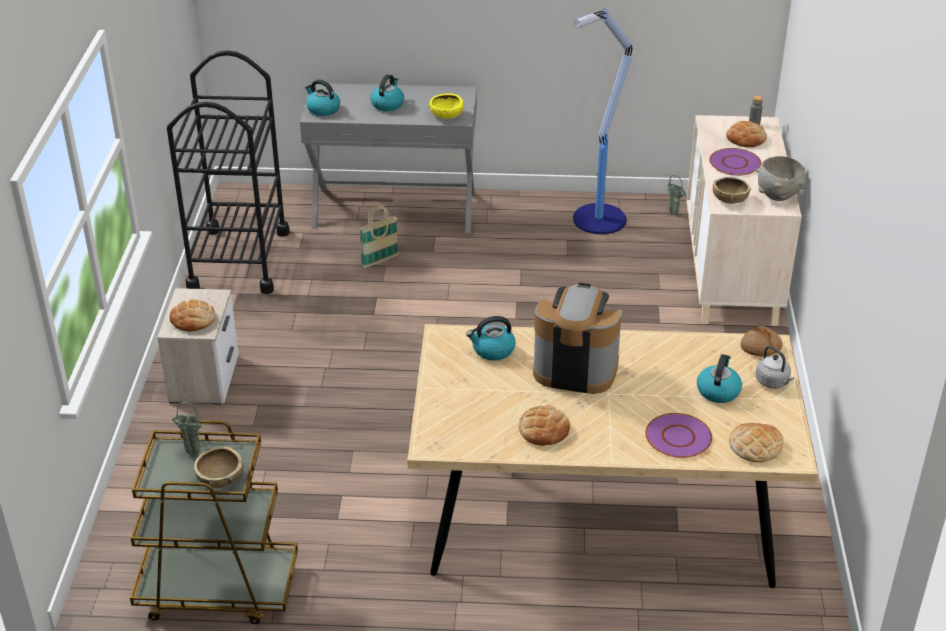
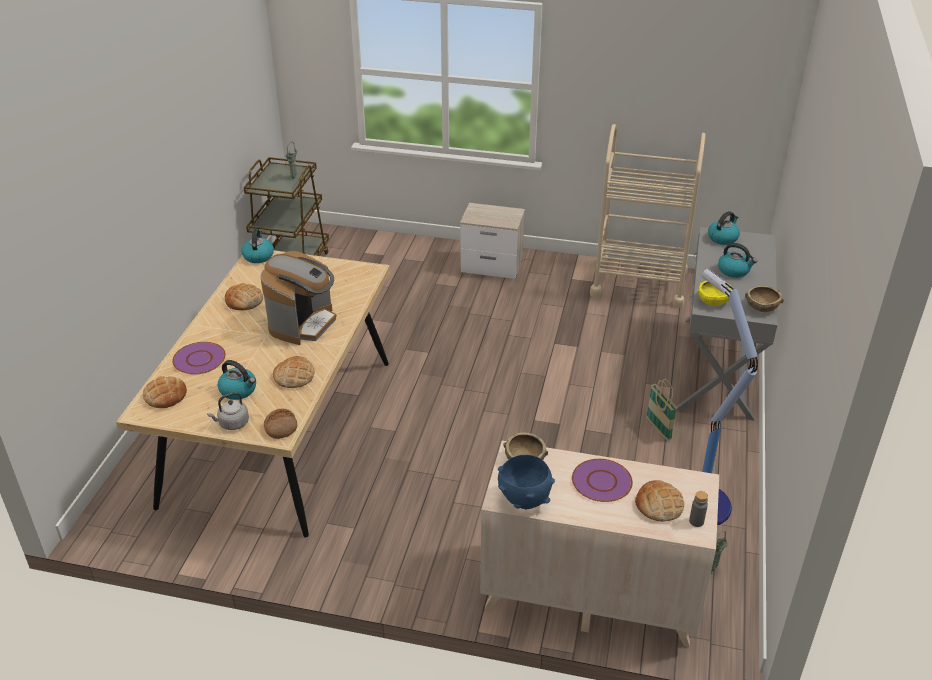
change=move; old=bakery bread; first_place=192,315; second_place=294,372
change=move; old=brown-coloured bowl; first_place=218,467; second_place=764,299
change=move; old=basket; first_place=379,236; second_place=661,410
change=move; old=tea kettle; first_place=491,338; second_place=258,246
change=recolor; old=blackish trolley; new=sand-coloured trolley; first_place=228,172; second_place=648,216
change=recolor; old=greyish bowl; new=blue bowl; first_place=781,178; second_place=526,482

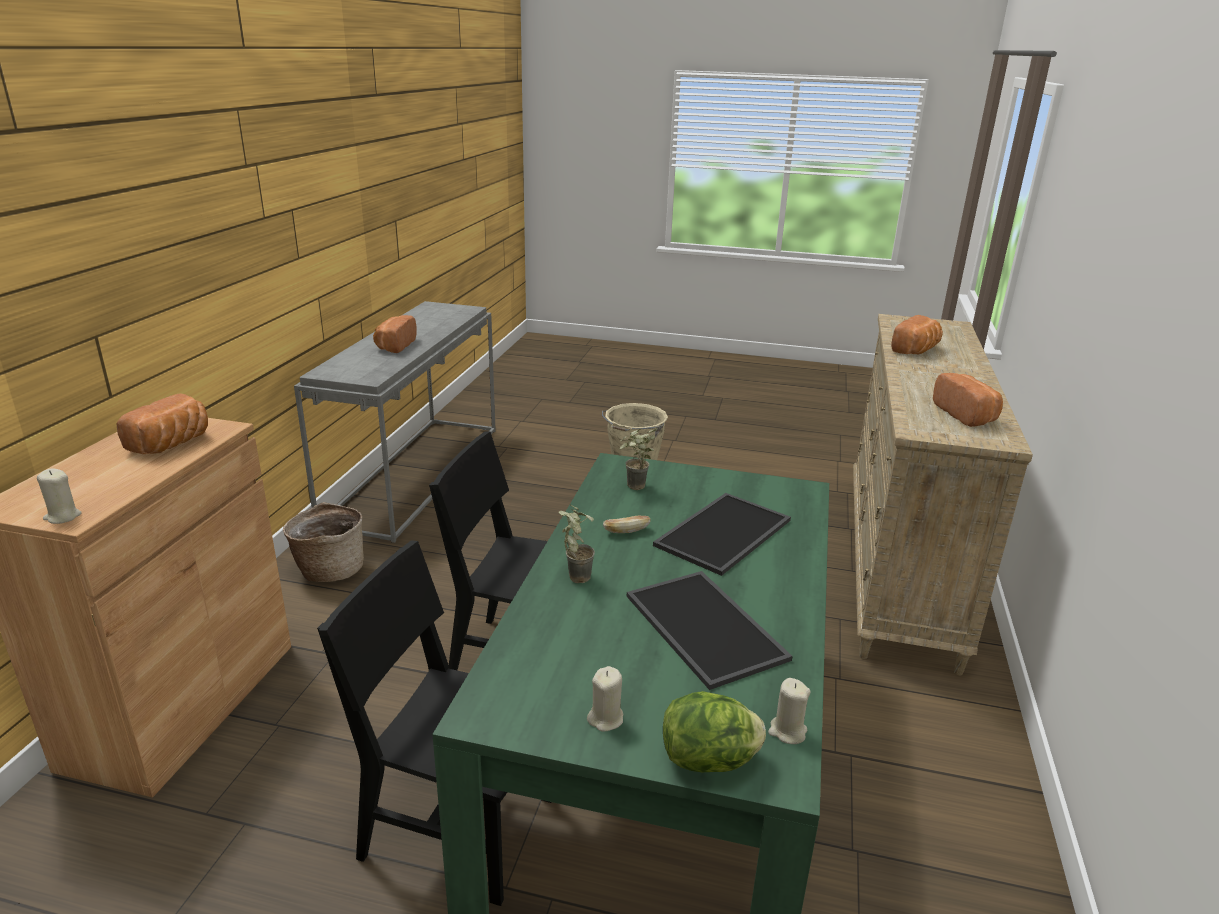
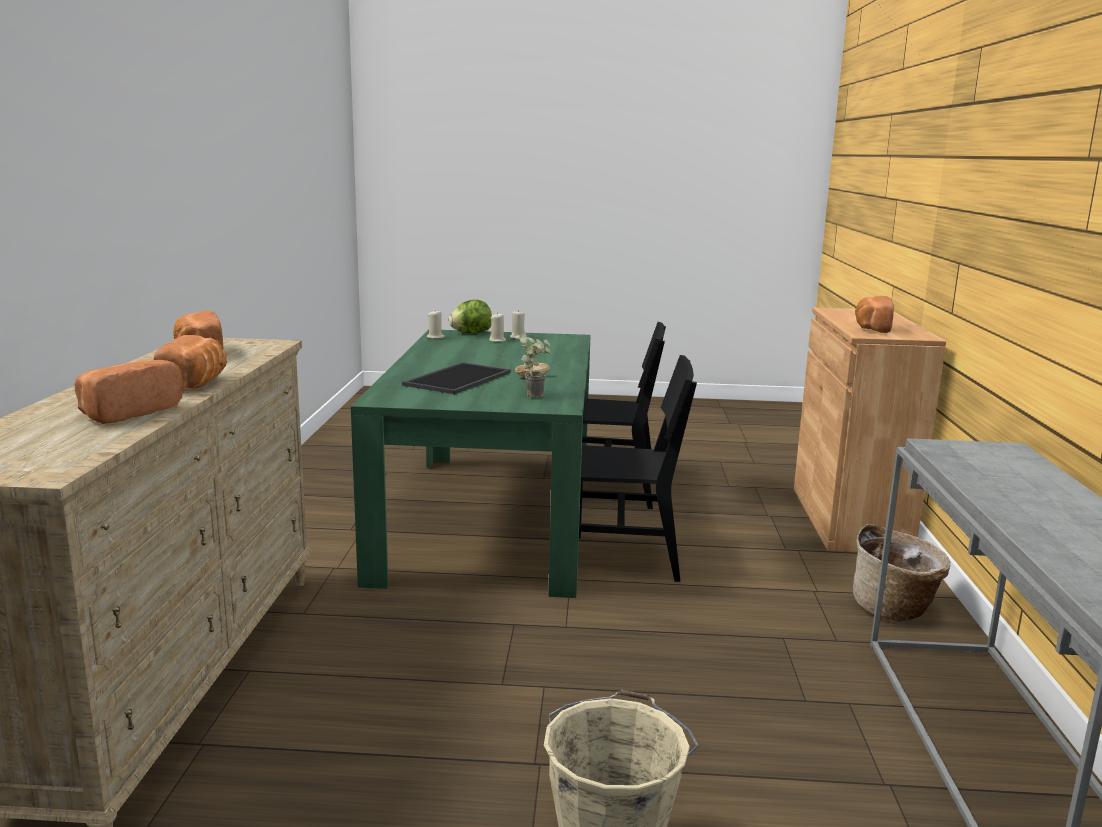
change=delete; old=plant in a pot; first_place=576,543
change=delete; old=carrying tray; first_place=709,630
change=move; old=sand-coloured wax light; first_place=59,496; second_place=497,327
change=move; old=bakery bread; first_place=395,334; second_place=190,363

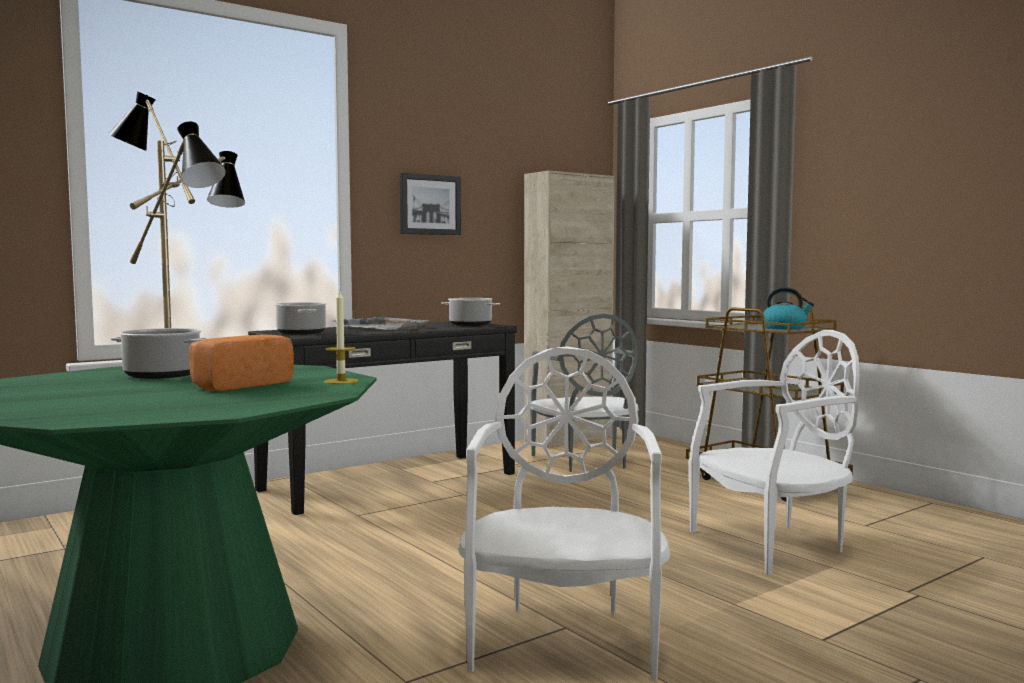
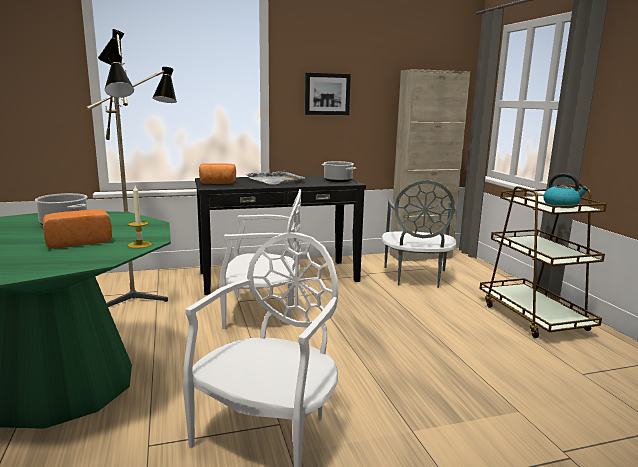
change=move; old=whitish upright chair; first_place=774,452; second_place=260,259
change=replace; old=saucepot; new=bakery bread; first_place=300,318; second_place=217,173

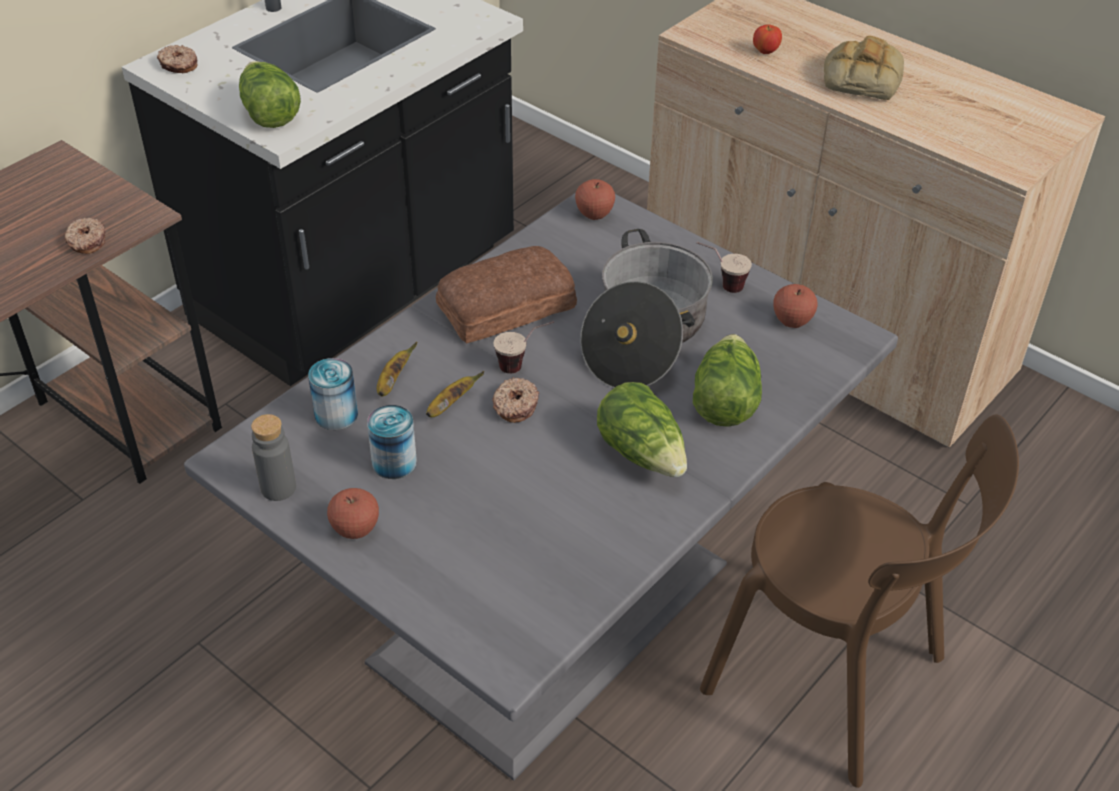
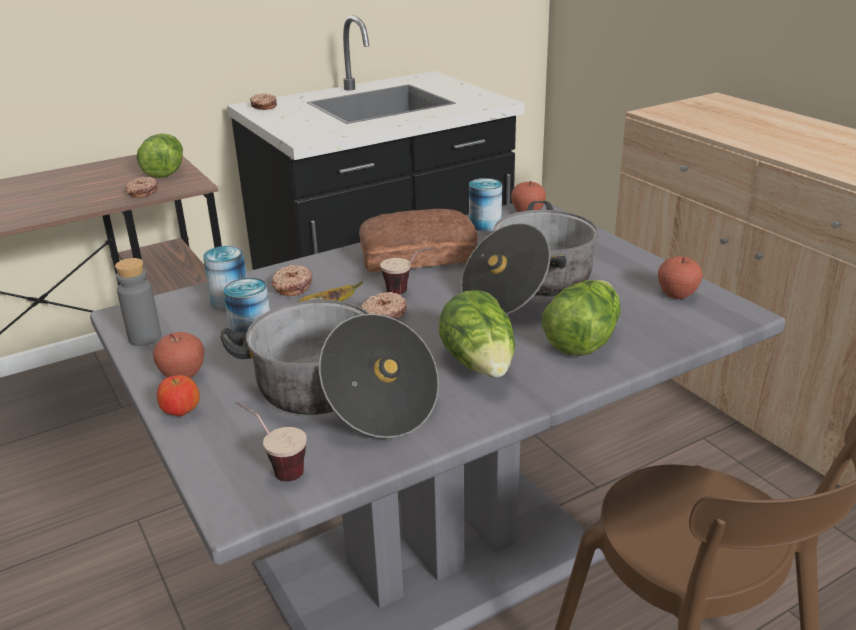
change=delete; old=bakery bread; first_place=864,68
change=insert; new=saucepot; second_place=329,369
change=insert; new=sealed can; second_place=485,204
change=move; old=lettuce head; first_place=270,94; second_place=160,155
change=move; old=cup; first_place=724,267; second_place=271,441
change=move; old=apple fruit; first_place=767,39; second_place=178,395
change=replace; old=banana fruit; new=donut; first_place=397,368; second_place=292,280

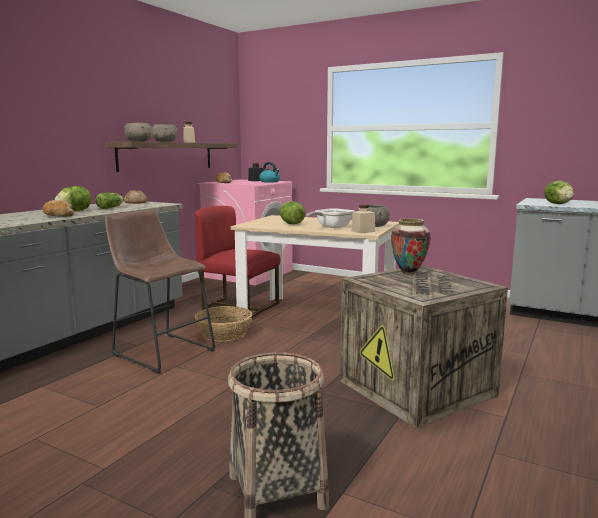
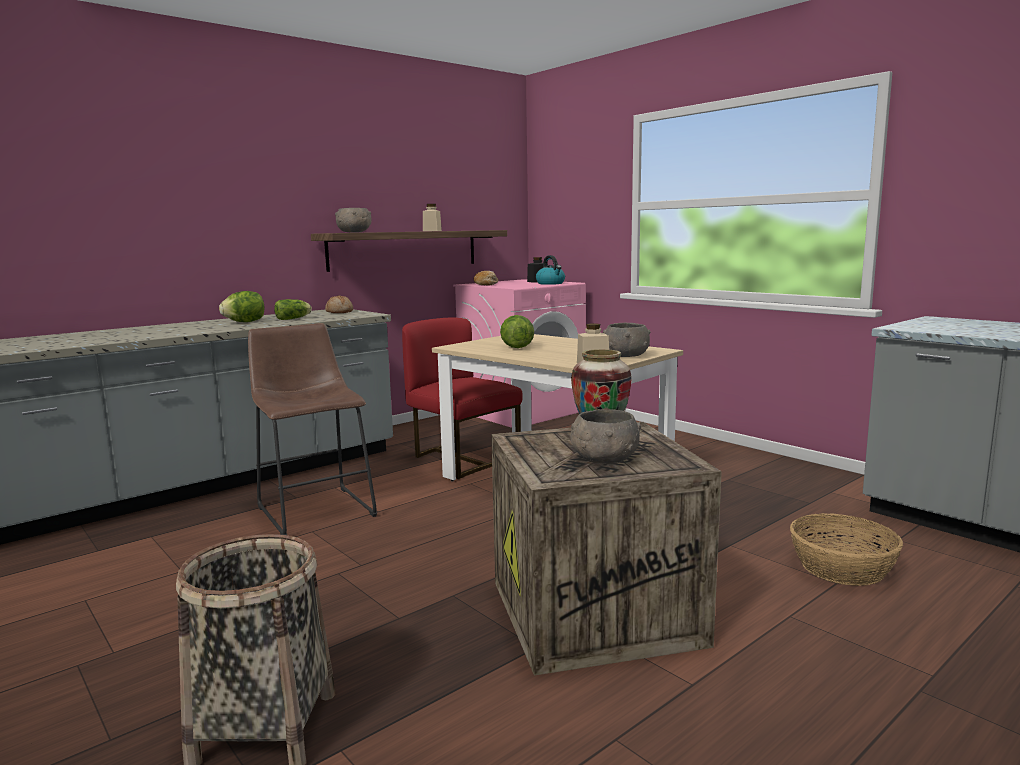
change=delete; old=bakery bread; first_place=59,208
change=delete; old=frying pan; first_place=330,218
change=delete; old=lettuce head; first_place=559,192
change=move; old=greyish bowl; first_place=165,133; second_place=605,436
change=move; old=basket; first_place=223,324; second_place=846,549

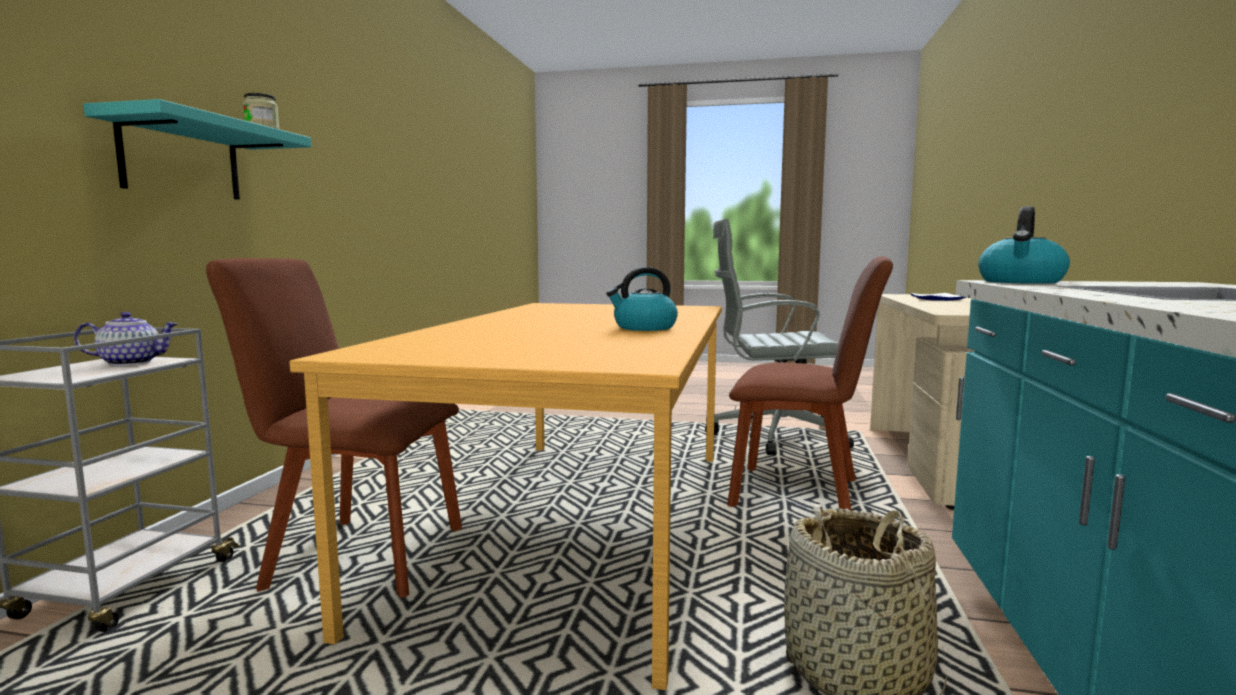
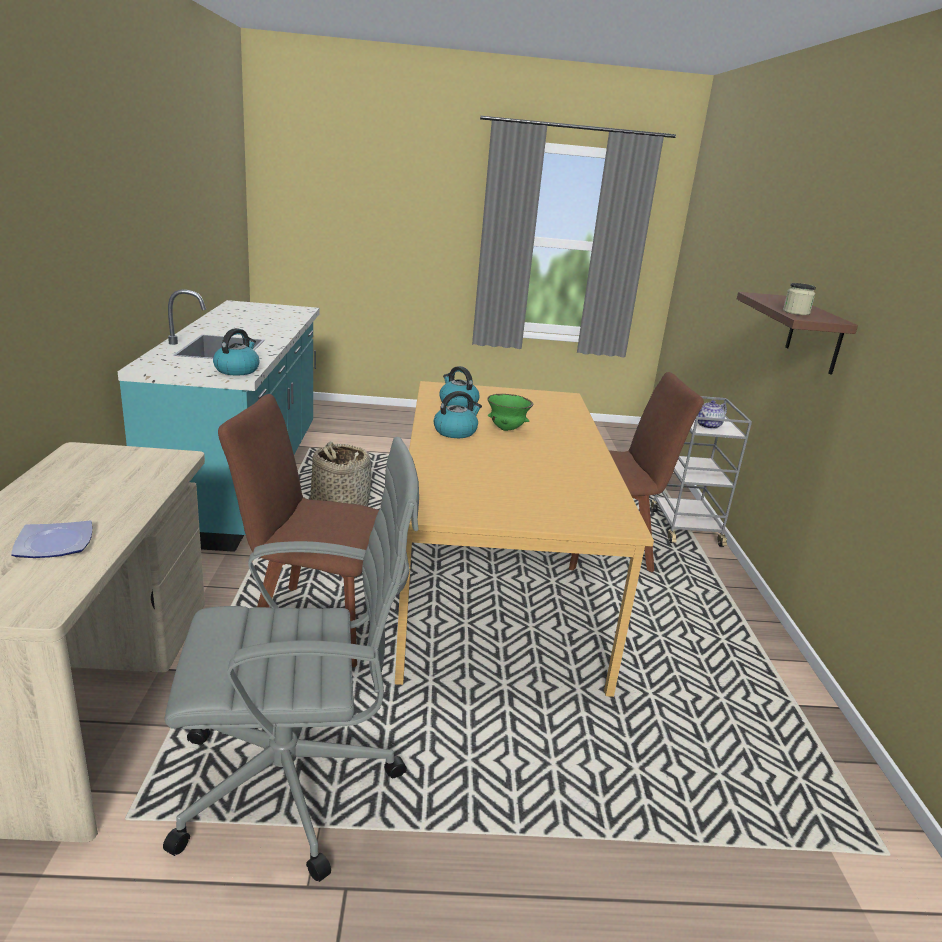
change=insert; new=tea kettle; second_place=459,387
change=insert; new=green bowl; second_place=510,412
change=recolor; old=blue-green wall shelf; new=brown-coloured wall shelf; first_place=197,149; second_place=797,333

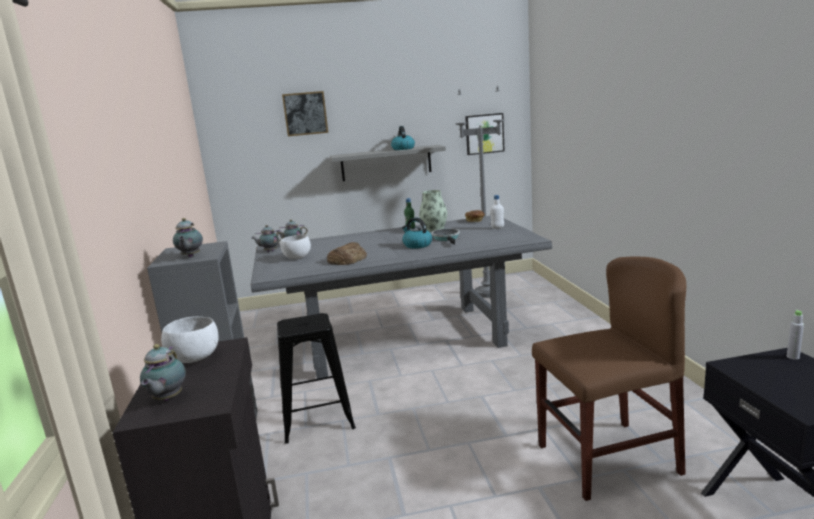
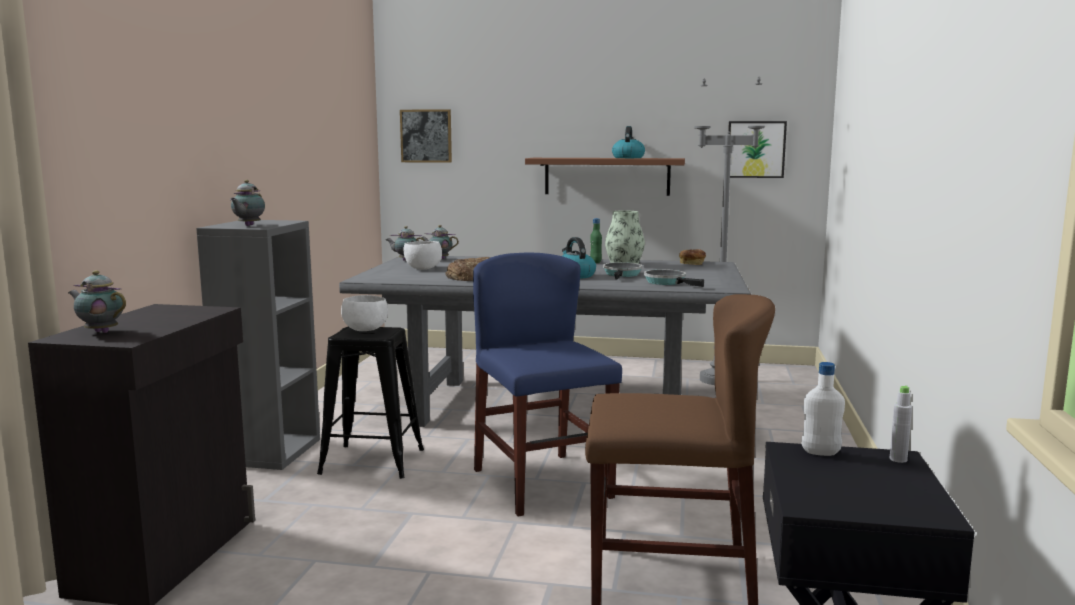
change=insert; new=blue upright chair; second_place=547,385
change=insert; new=frying pan; second_place=674,278
change=move; old=whitish bowl; first_place=190,339; second_place=364,313
change=move; old=wall art; first_place=305,113; second_place=426,136
change=move; old=whitish drink bottle; first_place=497,212; second_place=823,409
change=recolor; old=greyish wall shelf; new=brown-coloured wall shelf; first_place=388,163; second_place=605,177
change=rotate; old=teapot; first_place=163,372; second_place=97,301; degrees=90

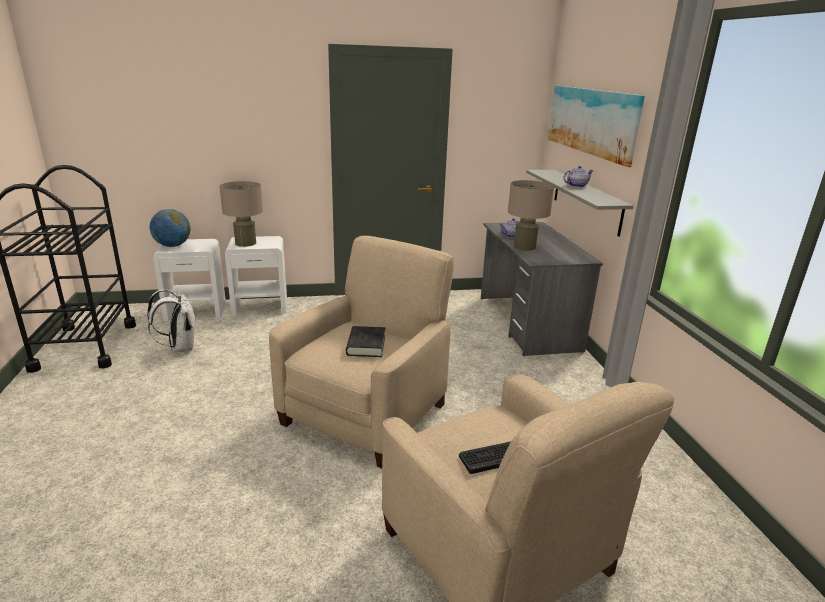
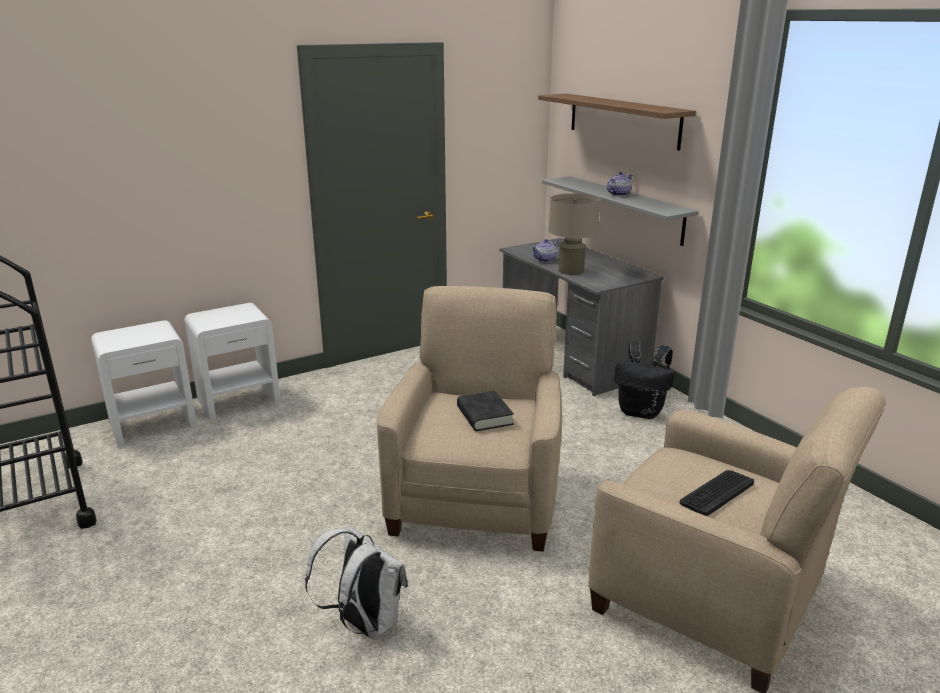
change=delete; old=globe; first_place=170,228
change=delete; old=sand-coloured table lamp; first_place=241,214
change=insert; new=blackish rucksack; second_place=644,380
change=move; old=whitish rucksack; first_place=171,320; second_place=356,582
change=replace; old=wall art; new=wall shelf; first_place=596,126; second_place=617,122

